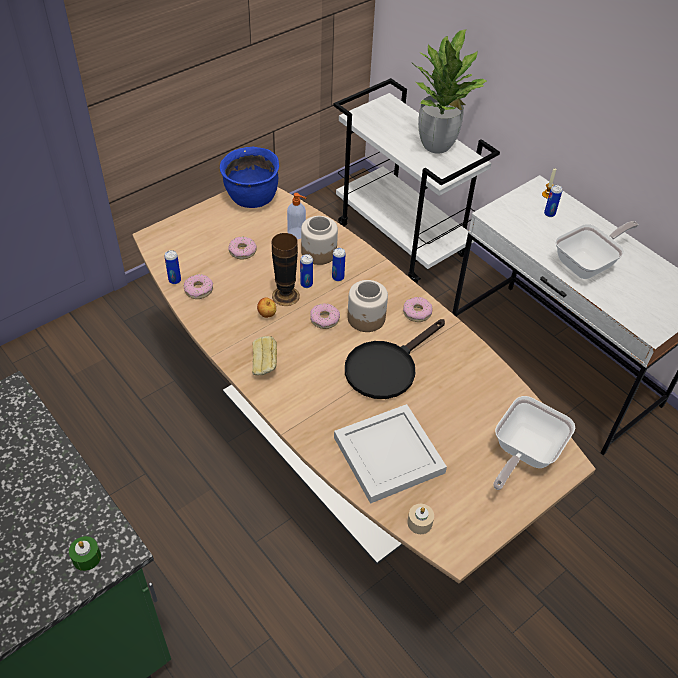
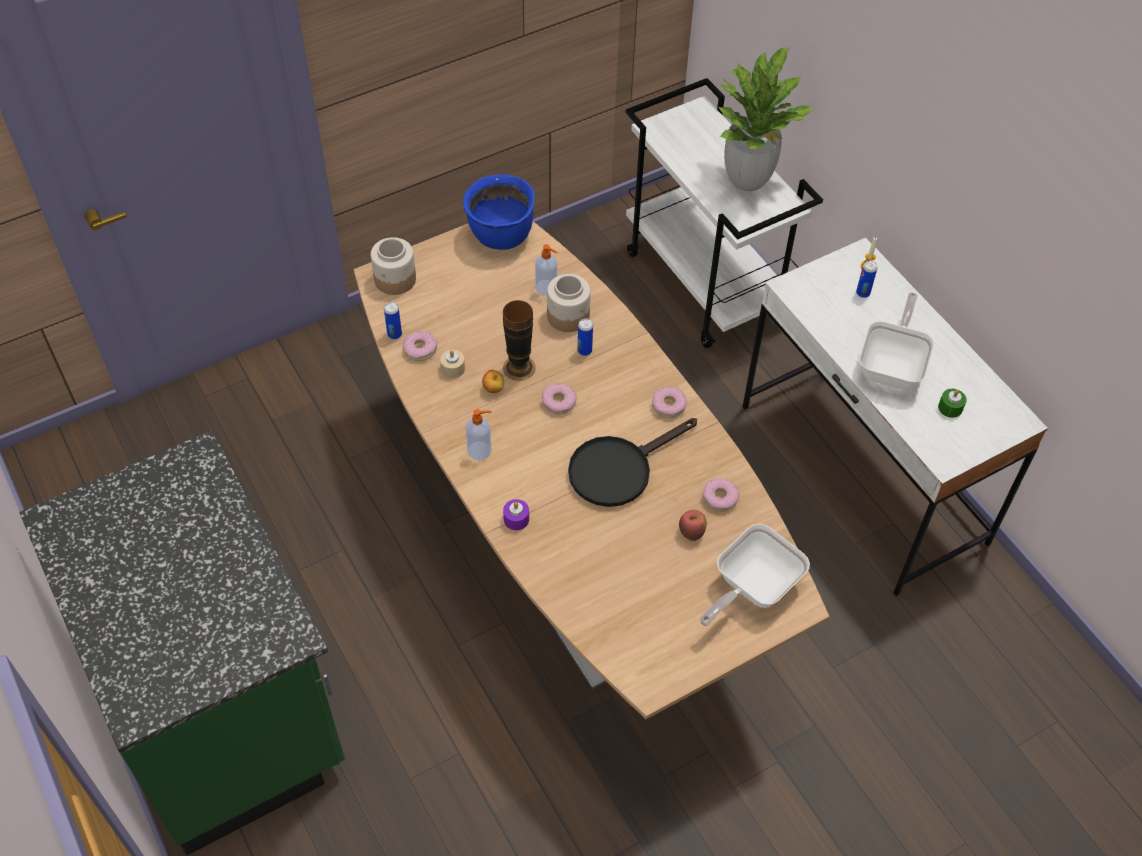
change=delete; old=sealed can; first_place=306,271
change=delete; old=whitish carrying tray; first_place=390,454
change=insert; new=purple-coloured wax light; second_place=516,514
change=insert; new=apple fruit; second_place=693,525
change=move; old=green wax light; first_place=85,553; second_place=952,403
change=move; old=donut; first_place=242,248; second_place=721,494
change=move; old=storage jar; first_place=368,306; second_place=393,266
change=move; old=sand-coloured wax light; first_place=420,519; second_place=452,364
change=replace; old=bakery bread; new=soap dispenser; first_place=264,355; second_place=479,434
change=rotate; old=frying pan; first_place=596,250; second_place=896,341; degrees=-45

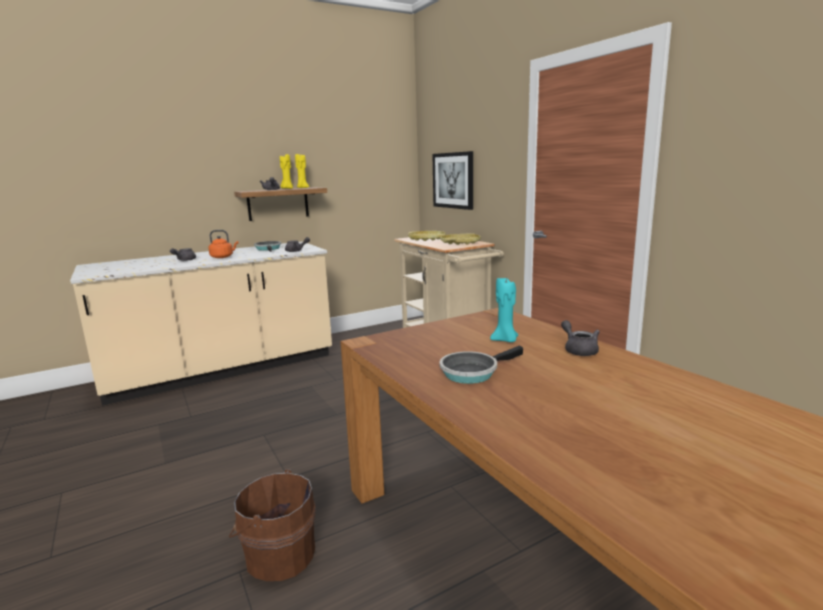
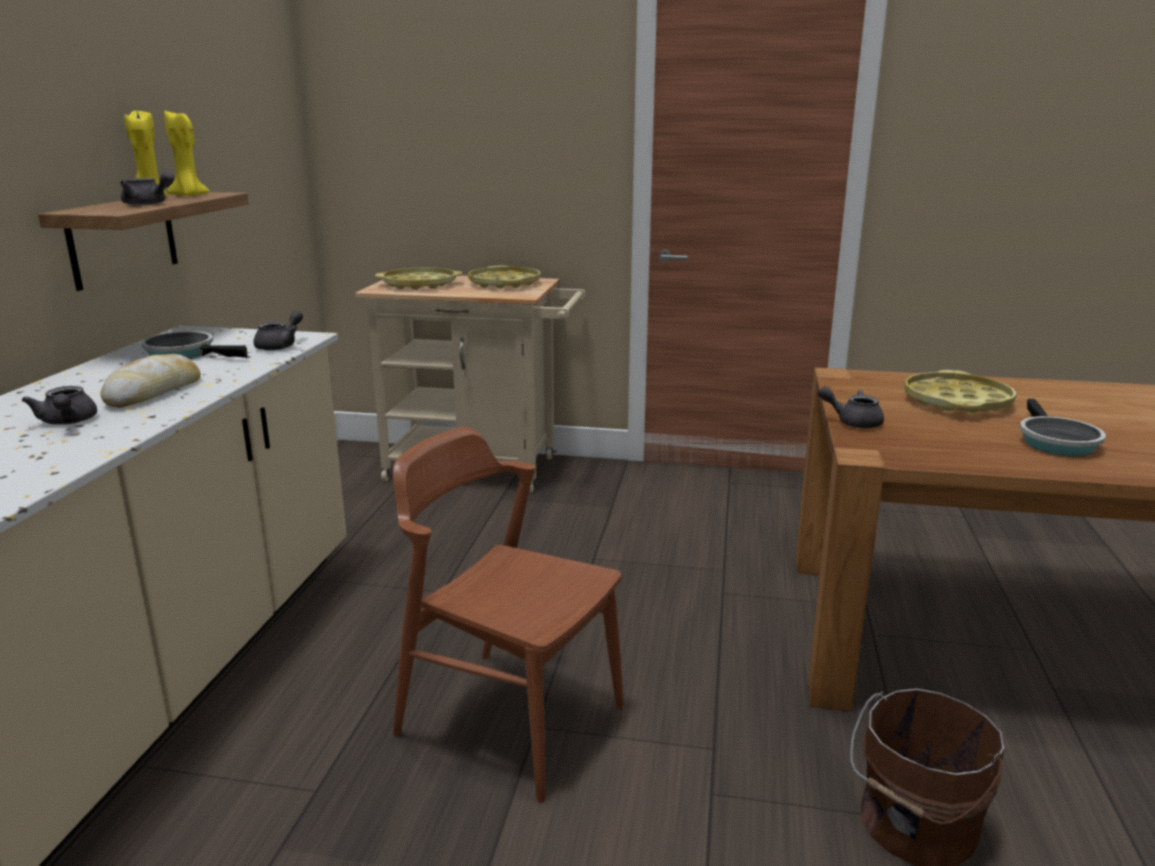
change=delete; old=wall art; first_place=452,180
change=insert; new=brown-coloured upright chair; second_place=508,615
change=move; old=greyish teapot; first_place=580,338; second_place=851,407
change=replace; old=orange tea kettle; new=bakery bread; first_place=223,244; second_place=151,380
change=replace; old=blue-green wax light; new=yellowish carrying tray; first_place=504,309; second_place=960,391

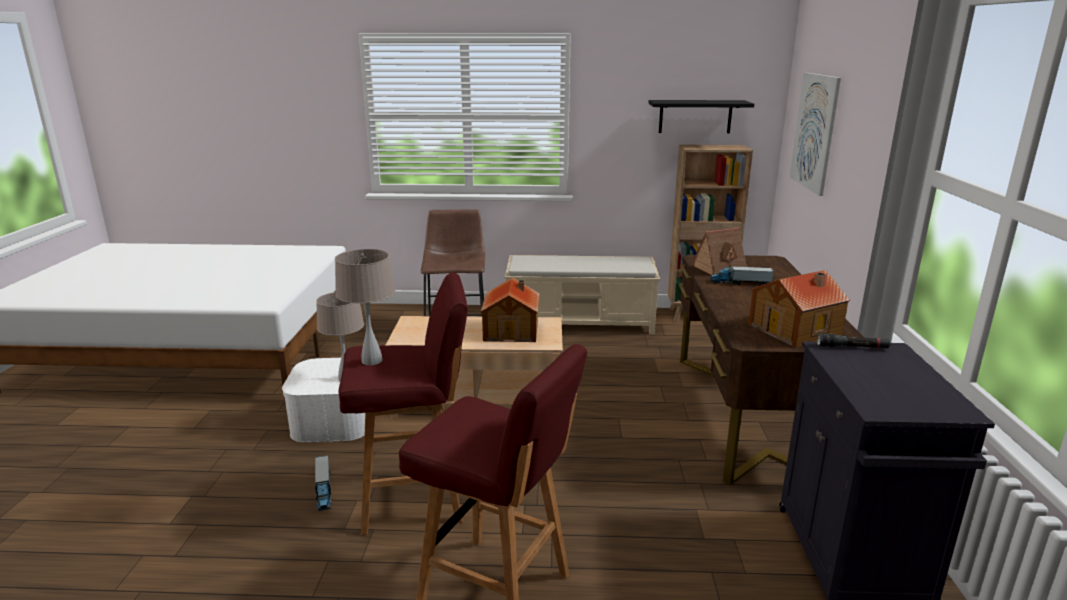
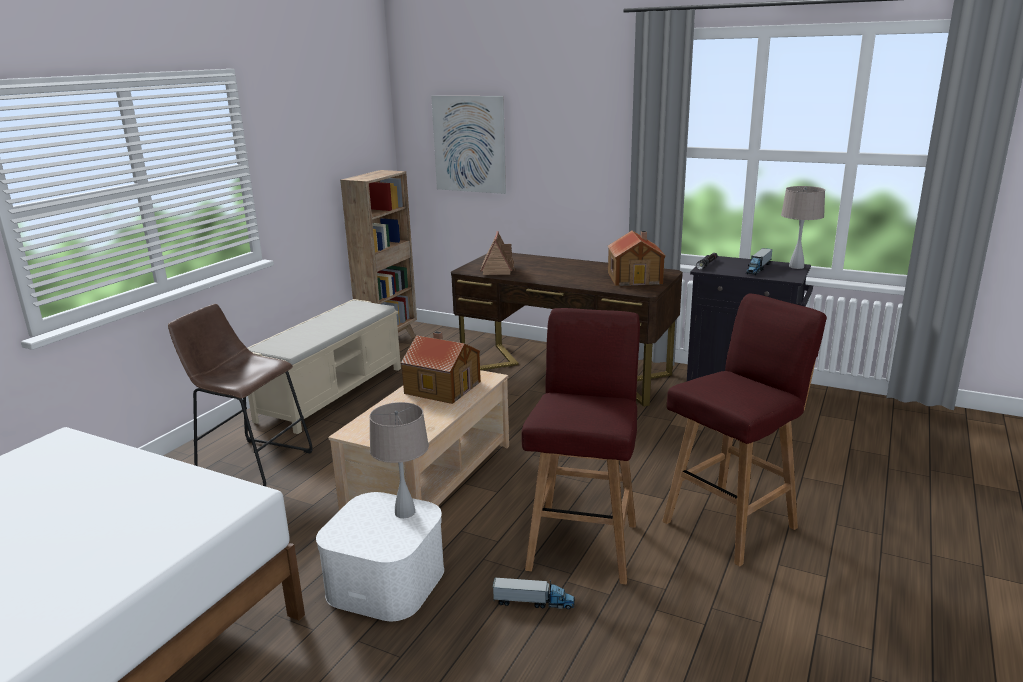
change=delete; old=blackish wall shelf; first_place=701,116
change=move; old=sand-coloured table lamp; first_place=365,307; second_place=803,227
change=move; old=toy truck; first_place=742,275; second_place=759,261

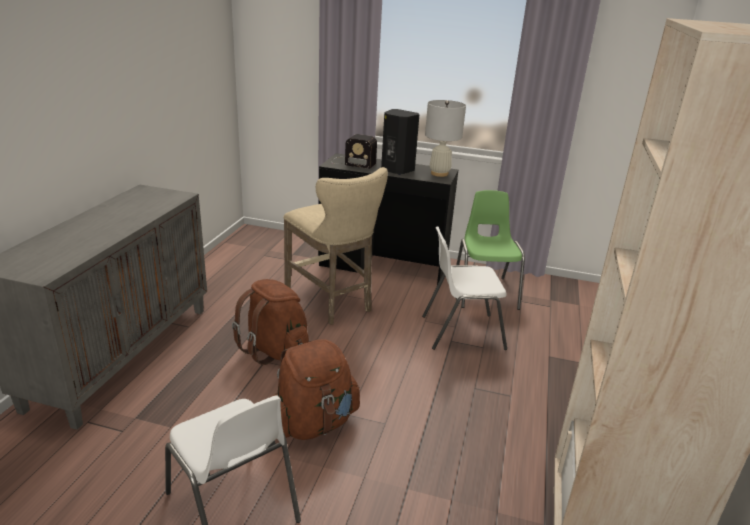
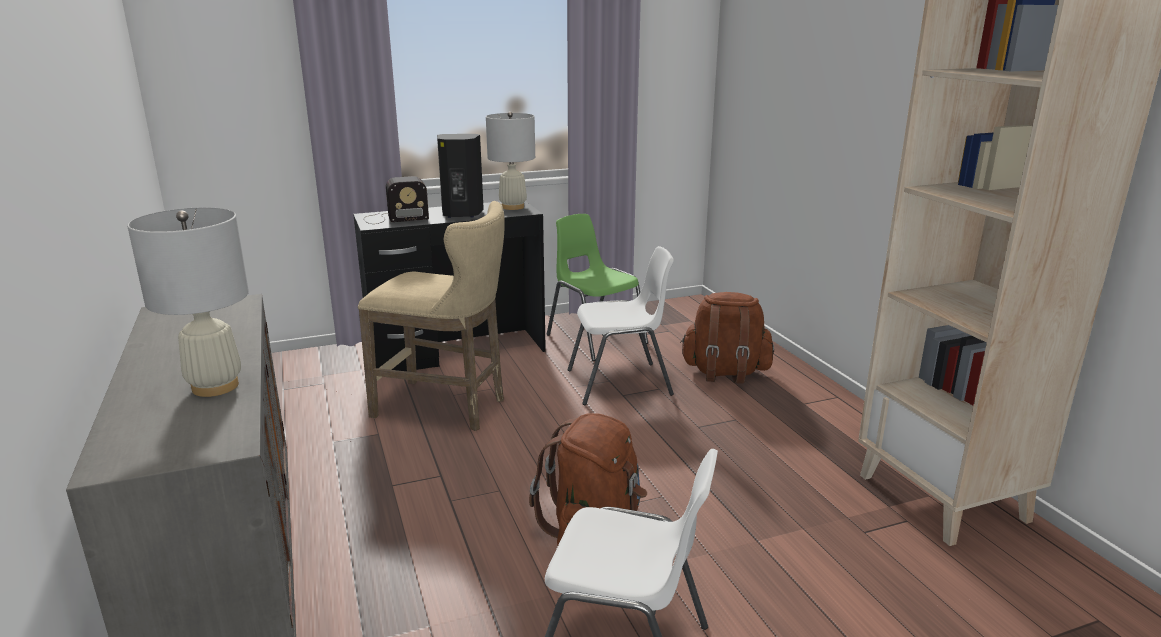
change=insert; new=whitish table lamp; second_place=188,302
change=move; old=brown-coloured rucksack; first_place=270,322; second_place=727,338
change=rotate; old=whitish upright chair; first_place=464,288; second_place=621,325; degrees=-150

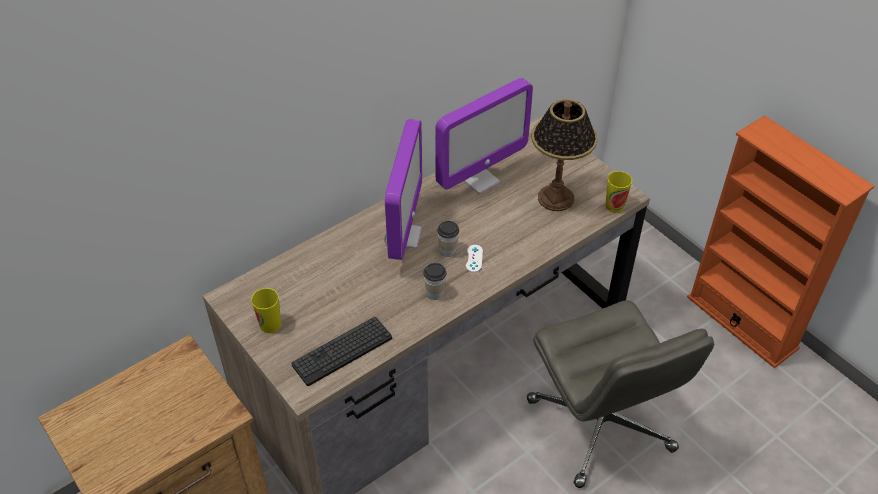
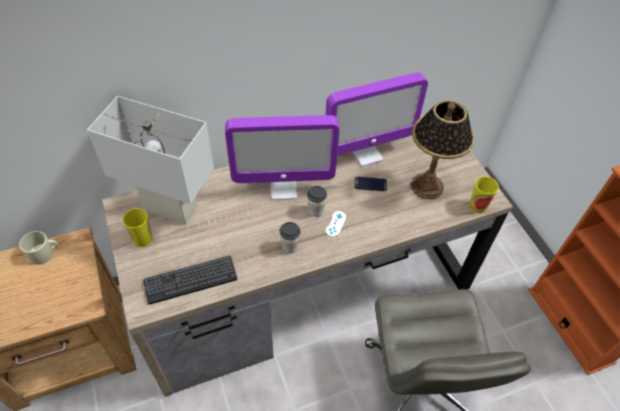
change=insert; new=sand-coloured mug; second_place=38,248
change=insert; new=whitish table lamp; second_place=150,160
change=insert; new=telephone; second_place=370,184
change=rotate; old=computer display; first_place=403,189; second_place=282,157; degrees=60

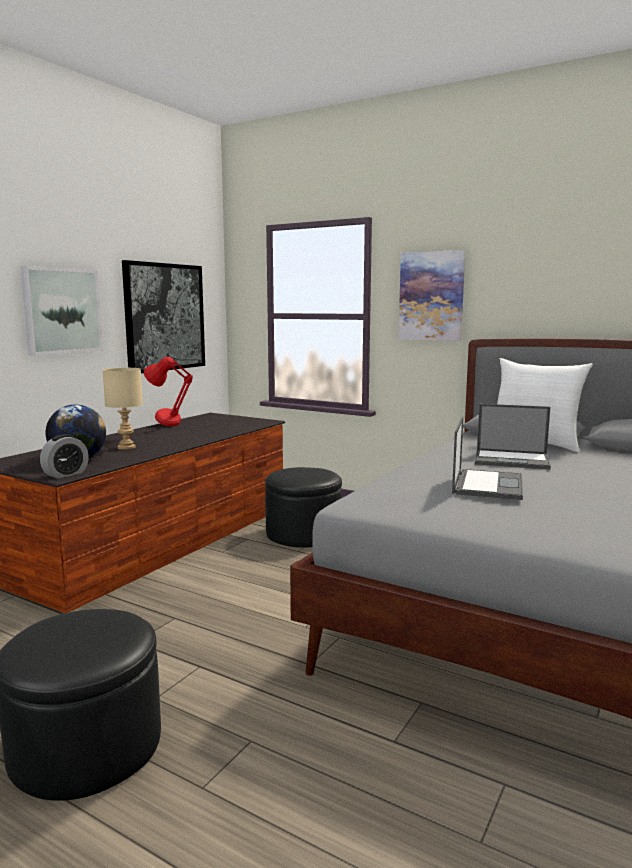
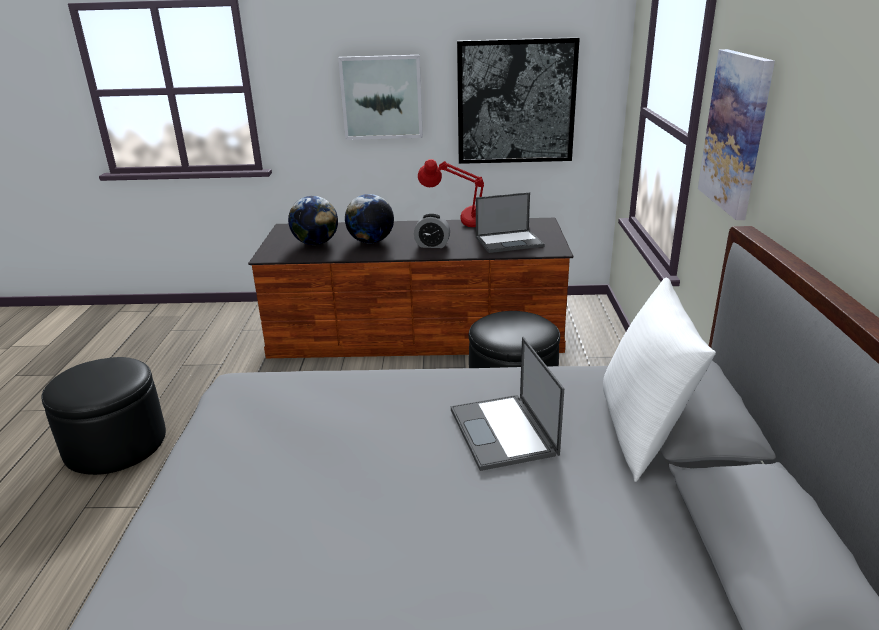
change=move; old=bedside clock; first_place=64,456; second_place=432,231
change=move; old=laptop; first_place=487,458; second_place=510,222
change=replace; old=sand-coloured table lamp; new=globe; first_place=123,409; second_place=369,219

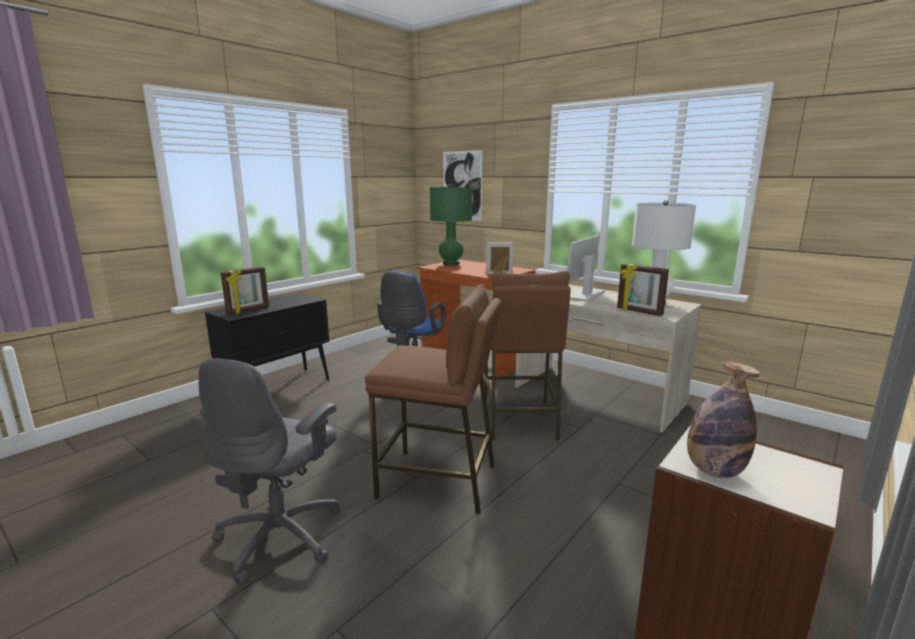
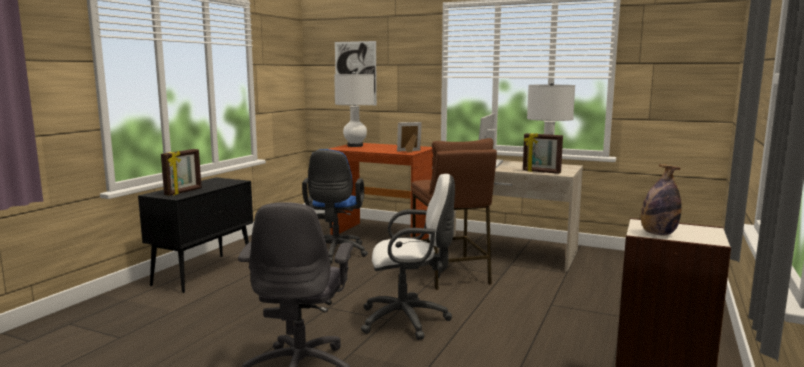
change=replace; old=brown-coloured stool seat; new=whitish computer chair; first_place=433,399; second_place=408,257
change=recolor; old=green table lamp; new=whitish table lamp; first_place=451,225; second_place=354,109

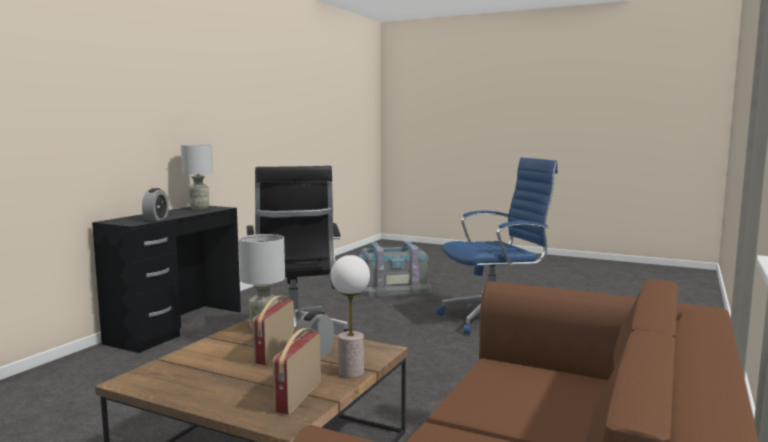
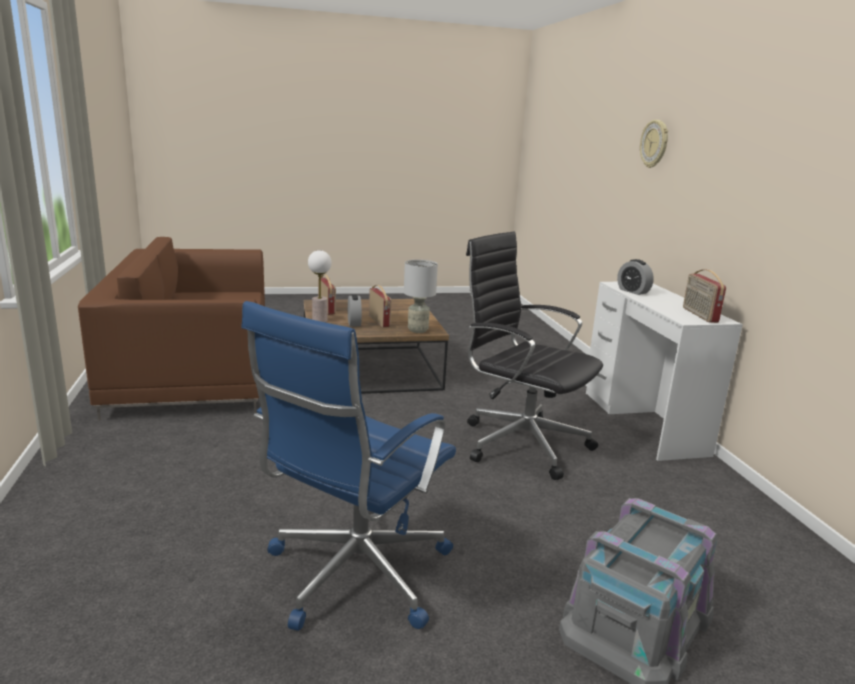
change=insert; new=clock on the wall; second_place=654,144
change=replace; old=greyish table lamp; new=radio receiver; first_place=197,177; second_place=704,296
change=recolor; old=blackish desk table; new=whitish desk table; first_place=166,279; second_place=664,371

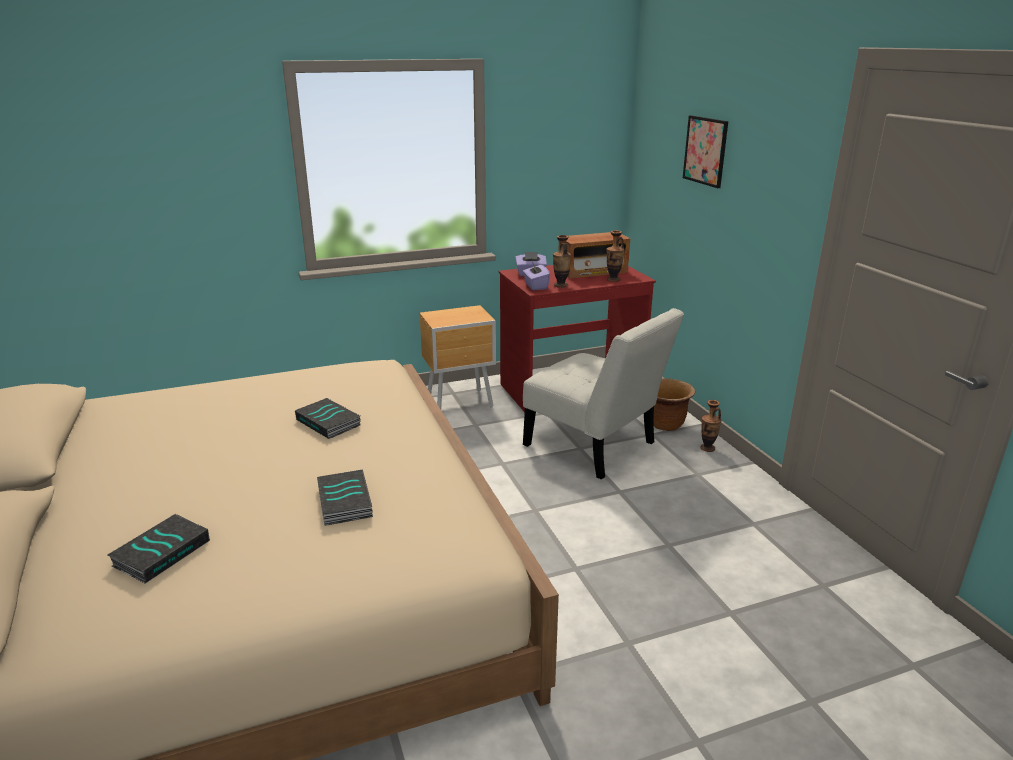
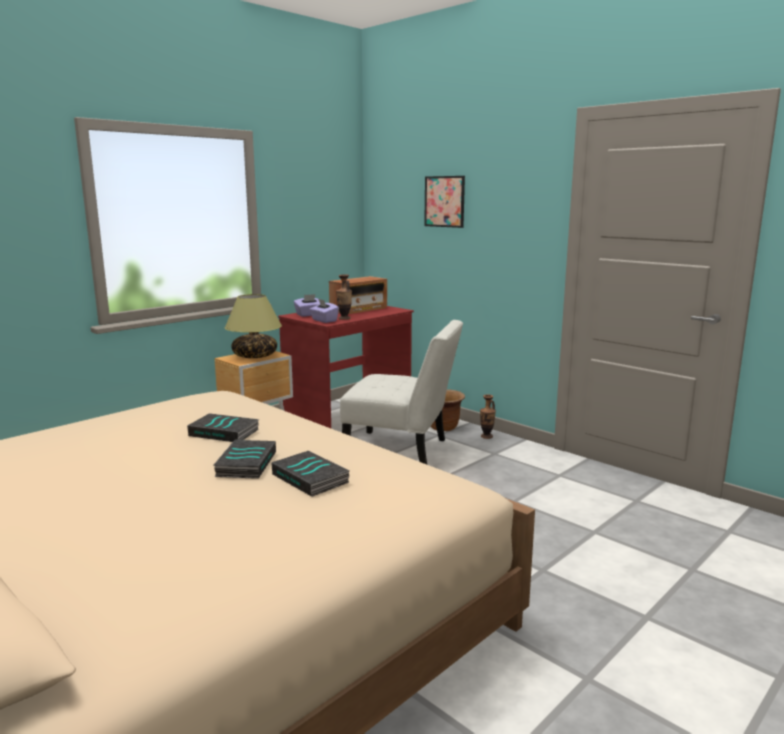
change=delete; old=flower vase; first_place=615,256
change=insert; new=table lamp; second_place=253,326
change=move; old=bound book; first_place=159,549; second_place=245,459

